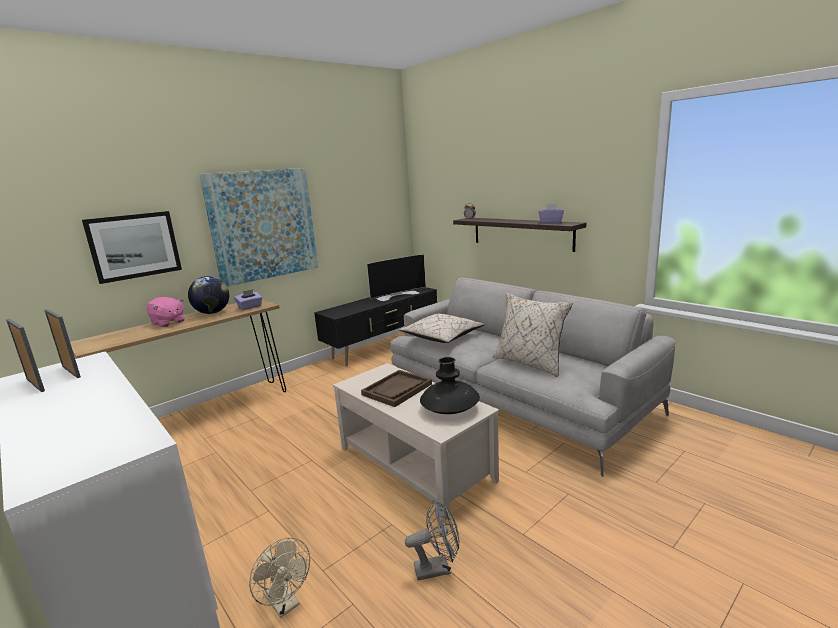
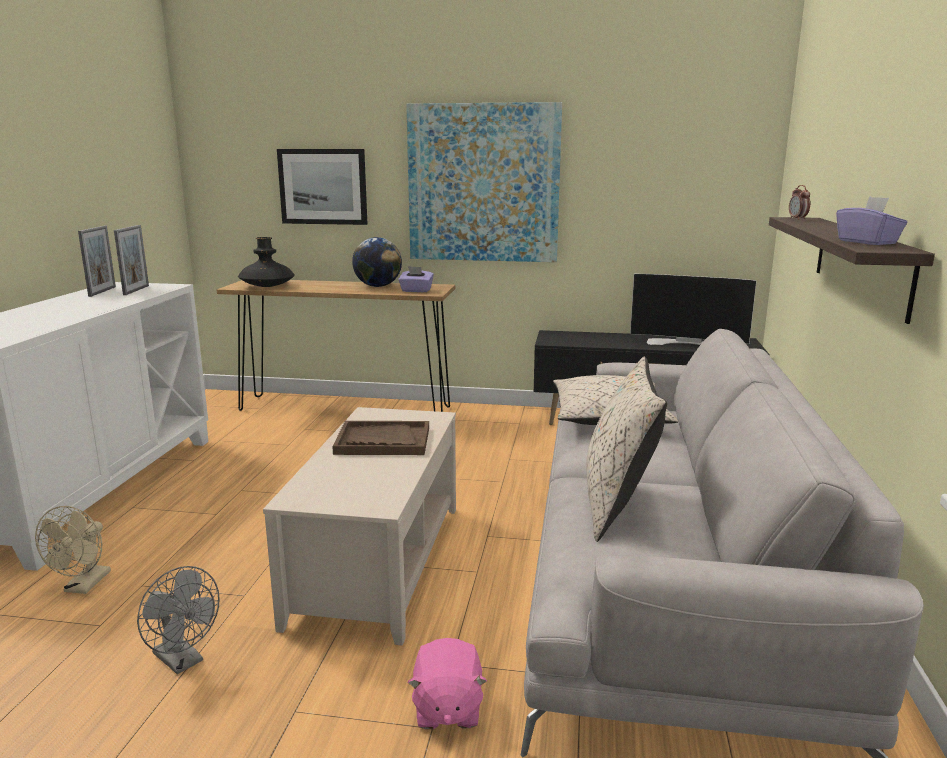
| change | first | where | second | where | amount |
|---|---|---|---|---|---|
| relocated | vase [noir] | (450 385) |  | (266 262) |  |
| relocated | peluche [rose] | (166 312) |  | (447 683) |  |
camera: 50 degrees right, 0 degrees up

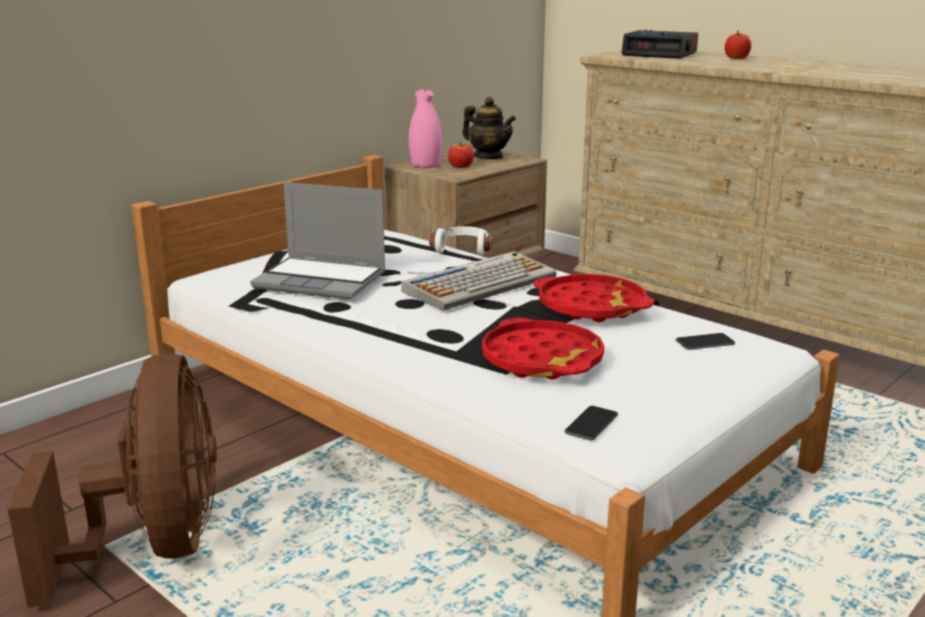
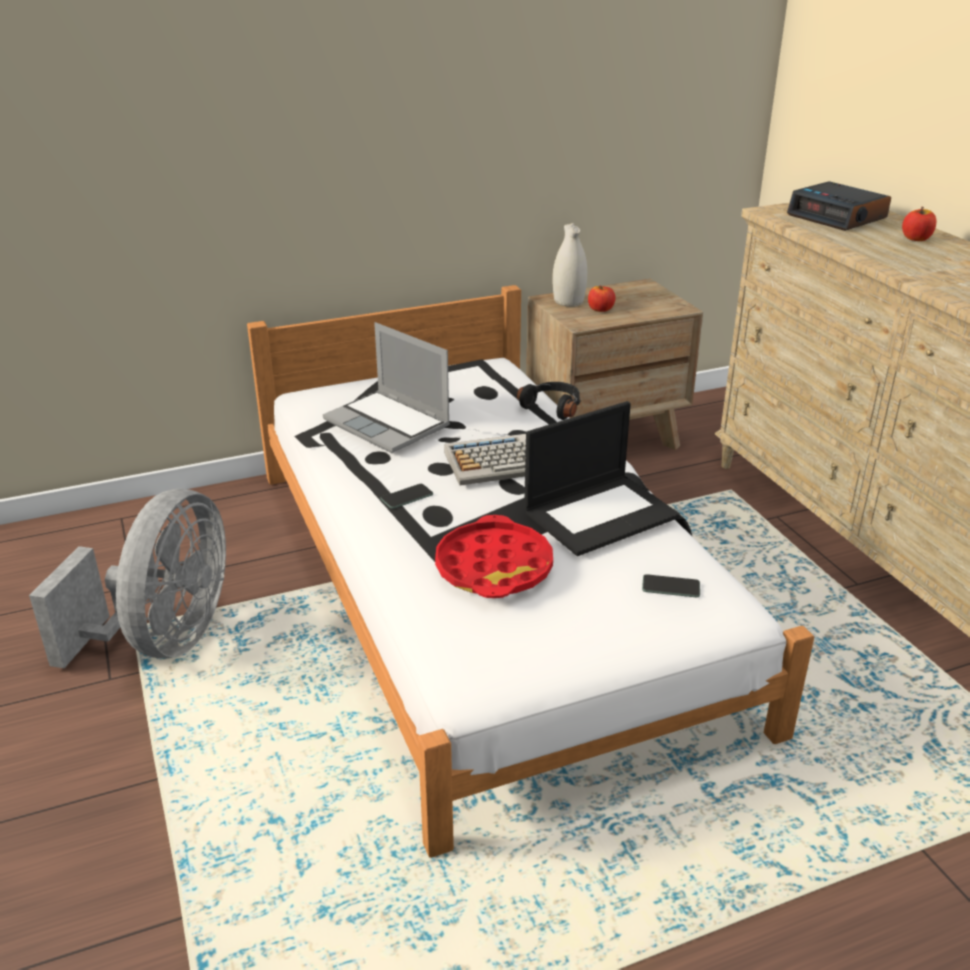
| change | first | where | second | where | amount |
|---|---|---|---|---|---|
| colour | ventilateur [marron] | (112 480) | ventilateur [gris] | (127 578) |  |
| relocated | téléphone | (591 423) |  | (406 496) |  |
| colour | casque audio [blanc] | (460 240) | casque audio [noir] | (549 401) |  |
| exchanged | plateau [rouge] | (594 298) | ordinateur portable | (602 478) |  |
| colour | vase [rose] | (425 128) | vase [blanc] | (569 265) |  |
| missing | théière | (489 128) |  |  |  |
camera: 25 degrees right, 10 degrees up

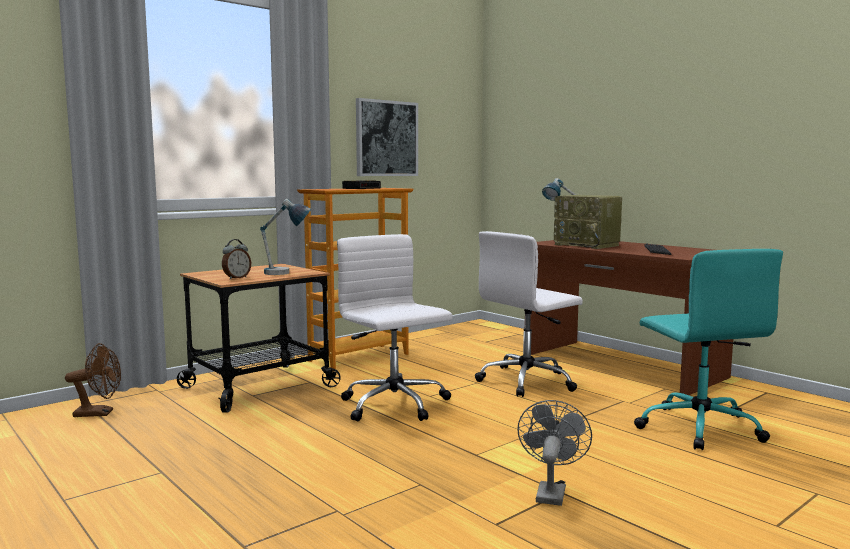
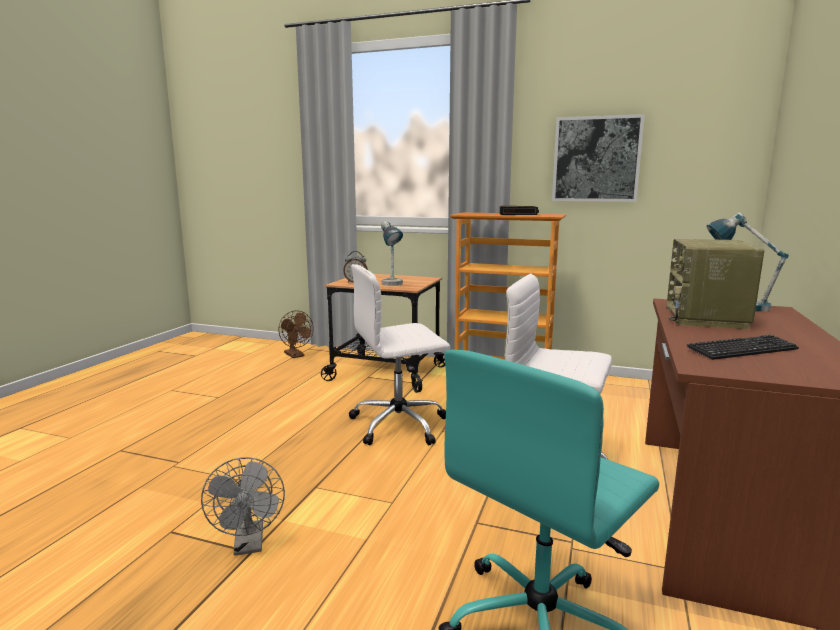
| change | first | where | second | where | amount |
|---|---|---|---|---|---|
| spun | ventilateur [gris] | (554 453) |  | (243 506) | 90 degrees clockwise |
| spun | chaise de bureau [blanc] | (395 327) |  | (399 355) | 135 degrees counterclockwise |
camera: 60 degrees right, 5 degrees up

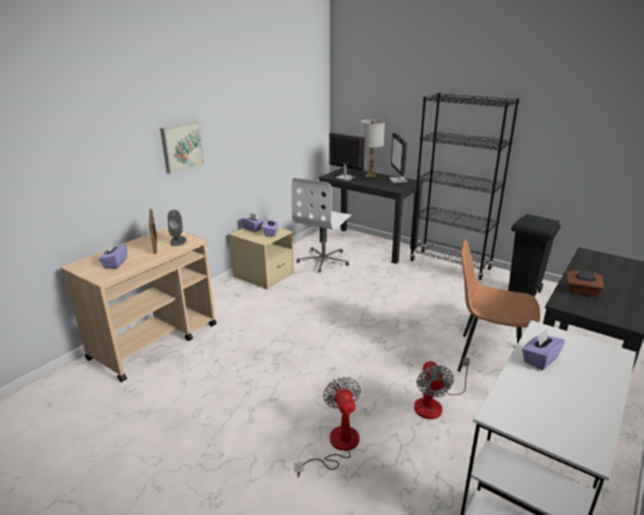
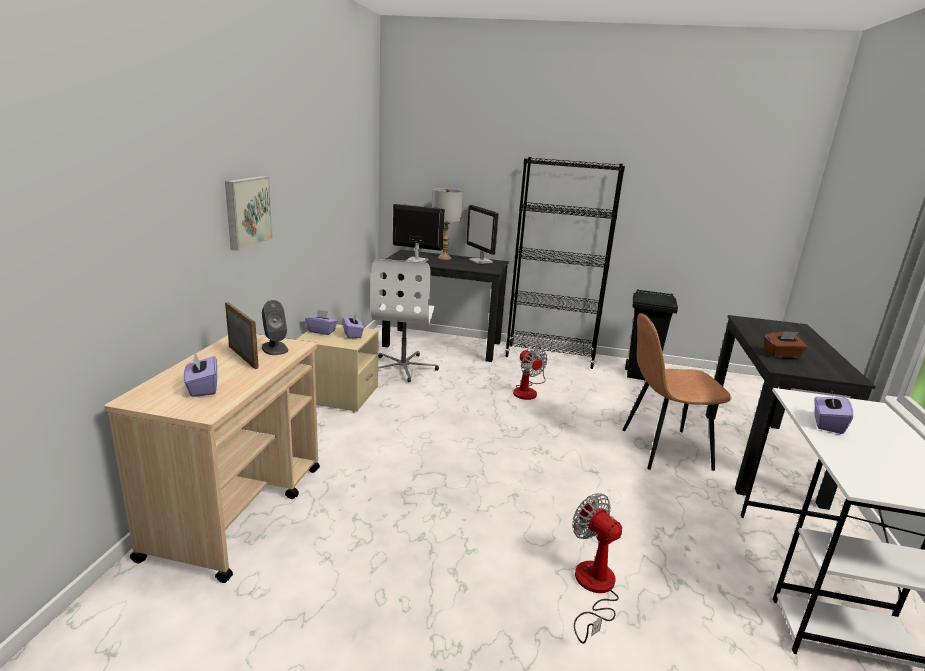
| change | first | where | second | where | amount |
|---|---|---|---|---|---|
| relocated | ventilateur | (442 388) |  | (530 374) |  |
camera: 25 degrees left, 5 degrees down

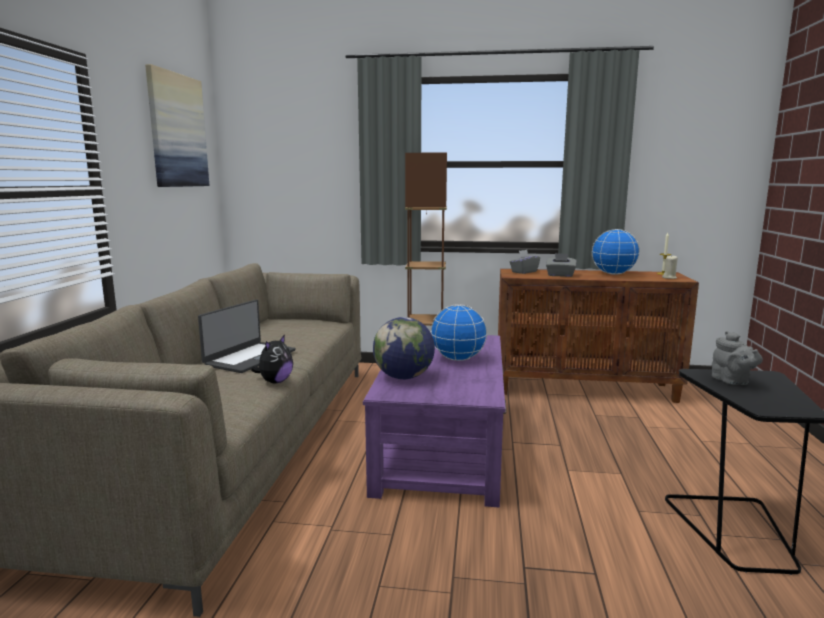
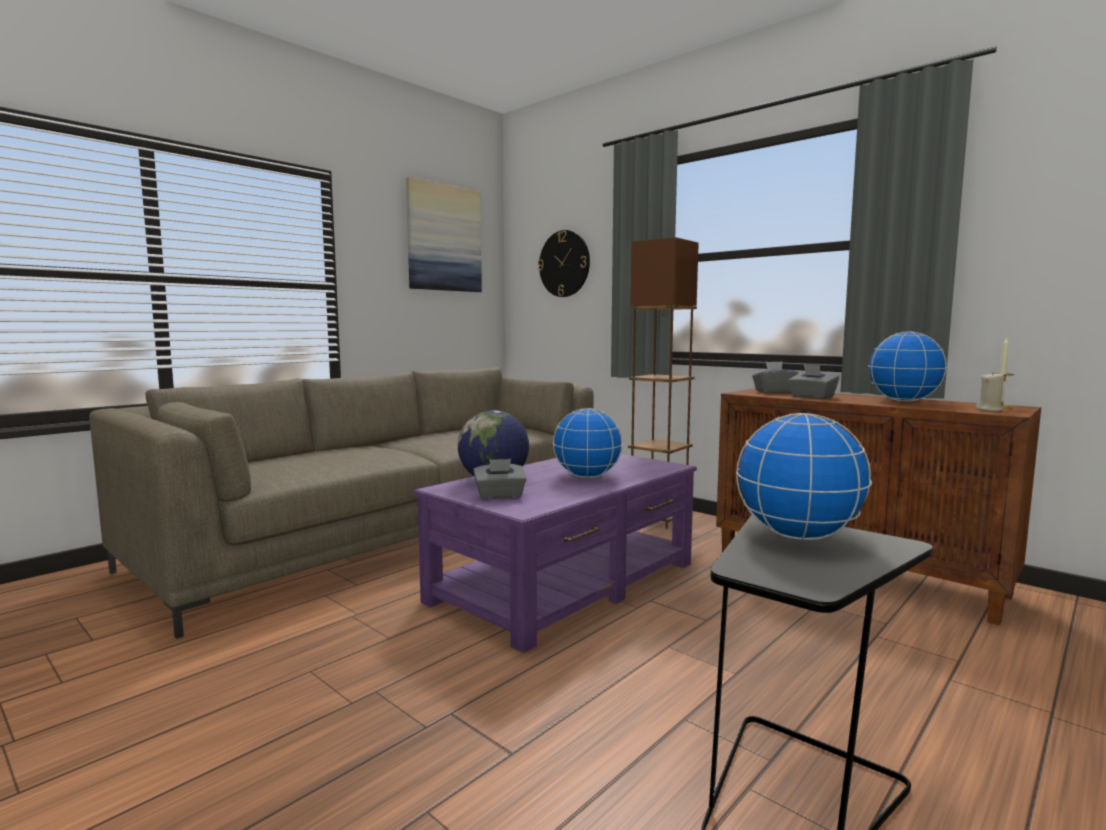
| change | first | where | second | where | amount |
|---|---|---|---|---|---|
| appeared |  |  | boîte à mouchoirs [gris] | (500 479) |  |
| appeared |  |  | horloge murale | (564 263) |  |
| exchanged | théière [gris] | (737 358) | globe | (804 476) |  |
| missing | ordinateur portable | (247 336) |  |  |  |
| missing | peluche | (272 359) |  |  |  |
camera: 35 degrees right, 5 degrees down

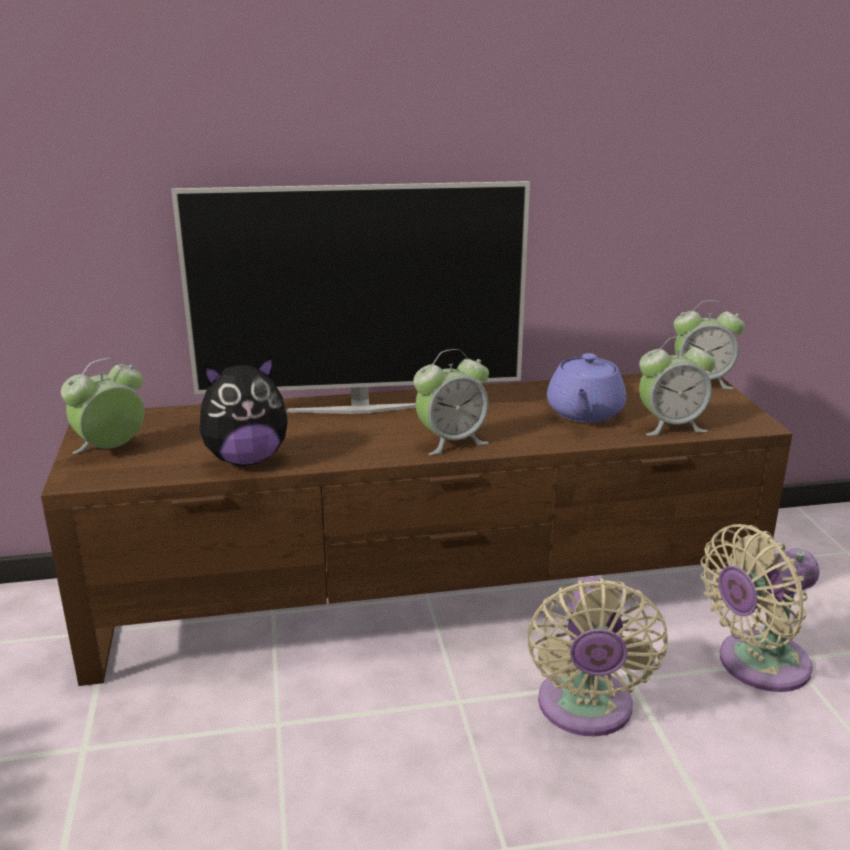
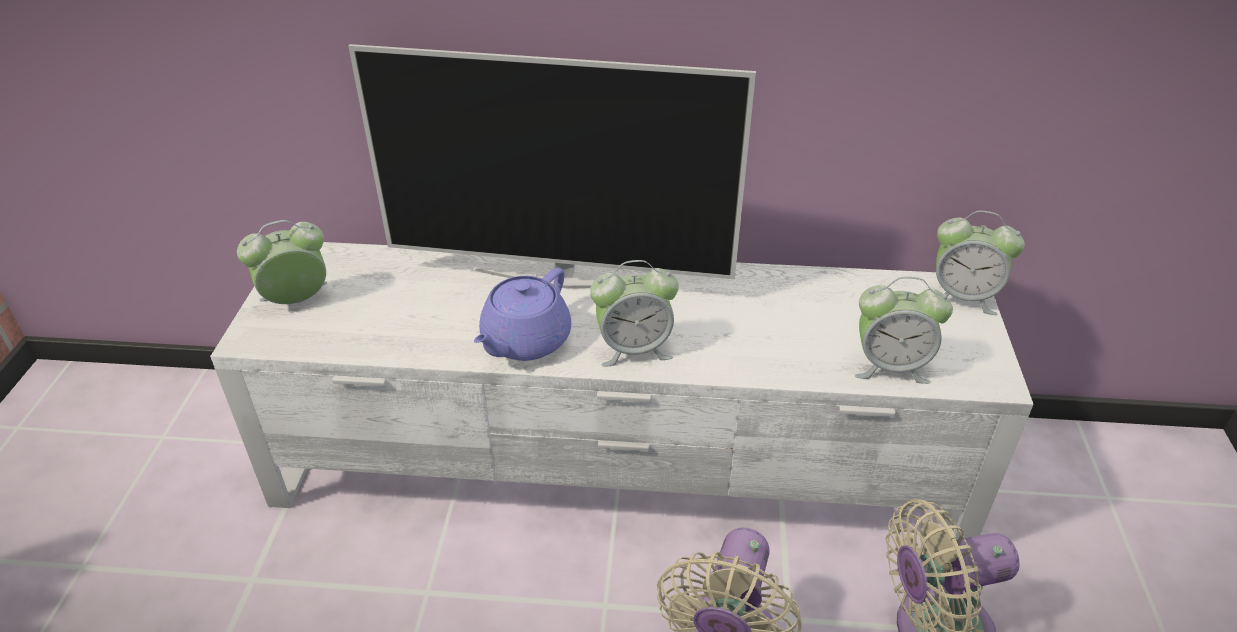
| change | first | where | second | where | amount |
|---|---|---|---|---|---|
| colour | meuble télé [marron] | (416 530) | meuble télé [blanc] | (622 391) |  |
| relocated | théière [violet] | (586 388) |  | (522 314) |  |
| missing | peluche | (244 411) |  |  |  |
camera: 15 degrees right, 15 degrees up

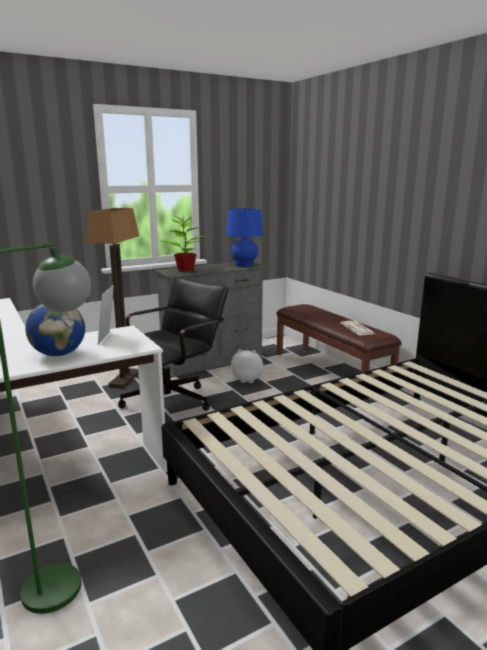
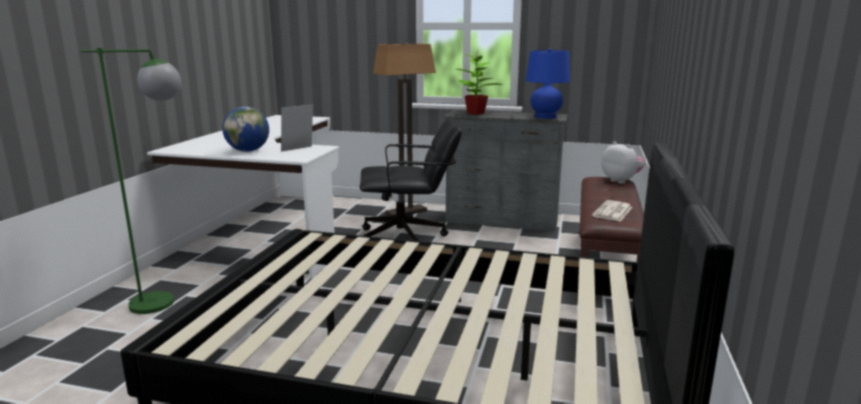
| change | first | where | second | where | amount |
|---|---|---|---|---|---|
| relocated | peluche | (247 366) |  | (623 162) |  |
camera: 45 degrees right, 0 degrees up

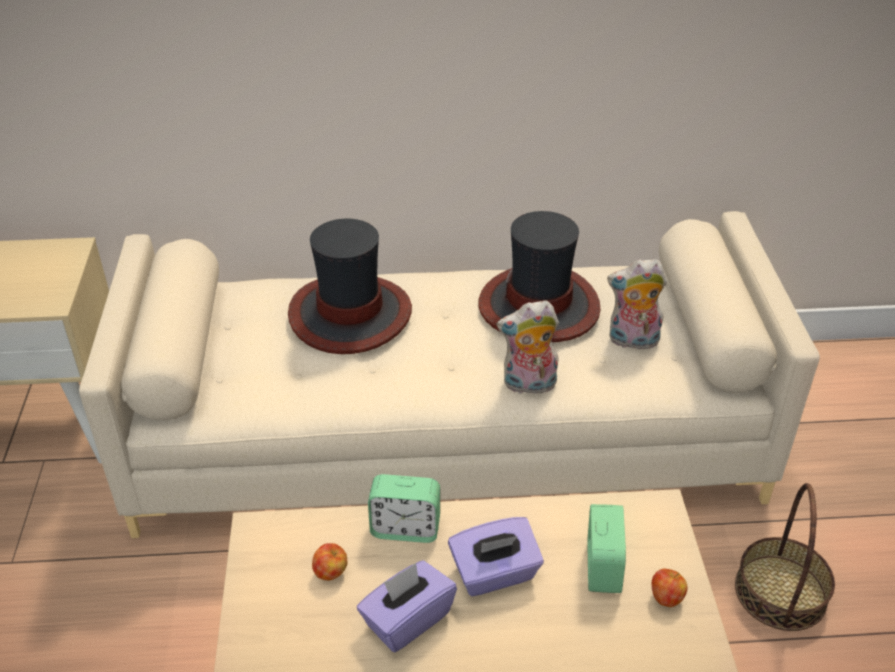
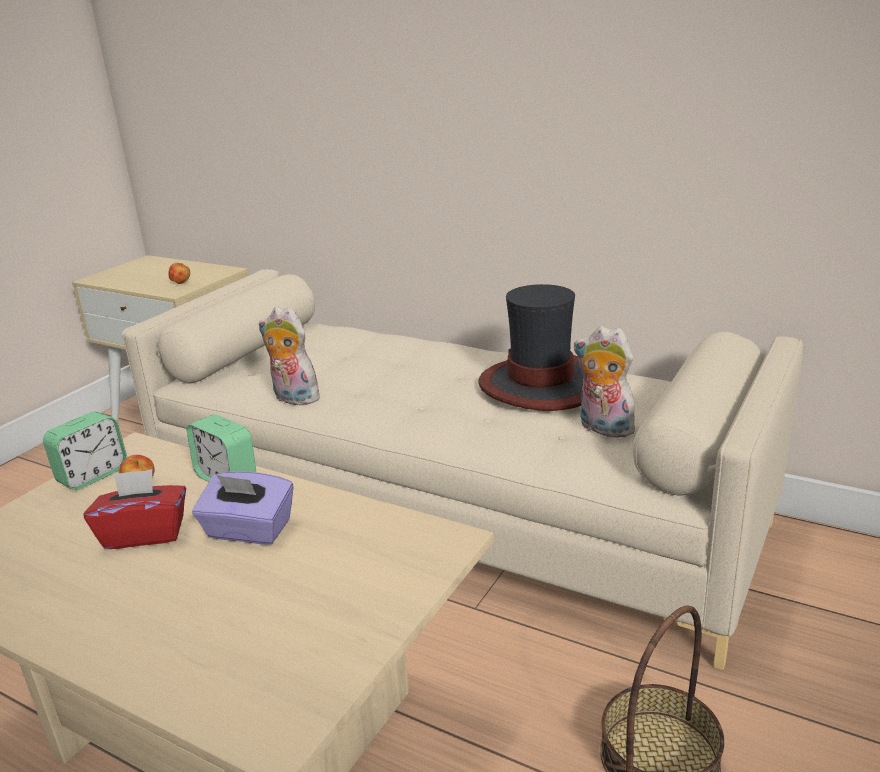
| change | first | where | second | where | amount |
|---|---|---|---|---|---|
| relocated | réveil | (606 548) |  | (85 450) |  |
| colour | boîte à mouchoirs [violet] | (407 606) | boîte à mouchoirs [rouge] | (134 509) |  |
| relocated | pomme | (670 588) |  | (179 273) |  |
| relocated | peluche | (528 347) |  | (289 355) |  |
| missing | chapeau | (350 286) |  |  |  |
camera: 35 degrees right, 15 degrees down

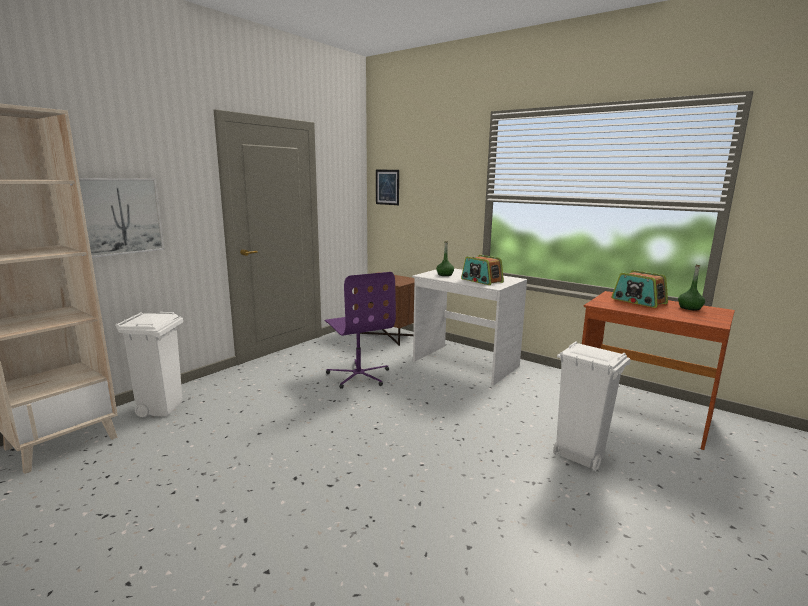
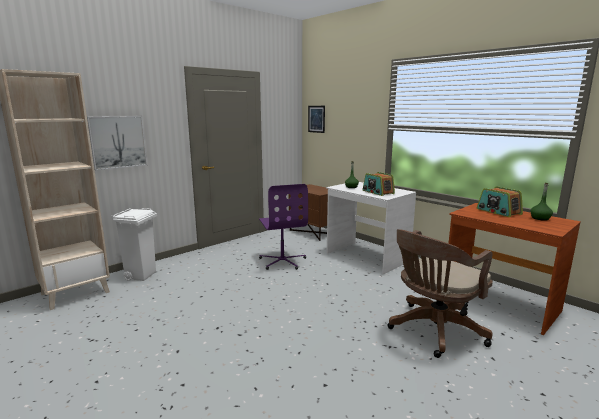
| change | first | where | second | where | amount |
|---|---|---|---|---|---|
| exchanged | poubelle [blanc] | (591 406) | chaise de bureau [marron] | (440 293) |  |
camera: 10 degrees right, 0 degrees up

